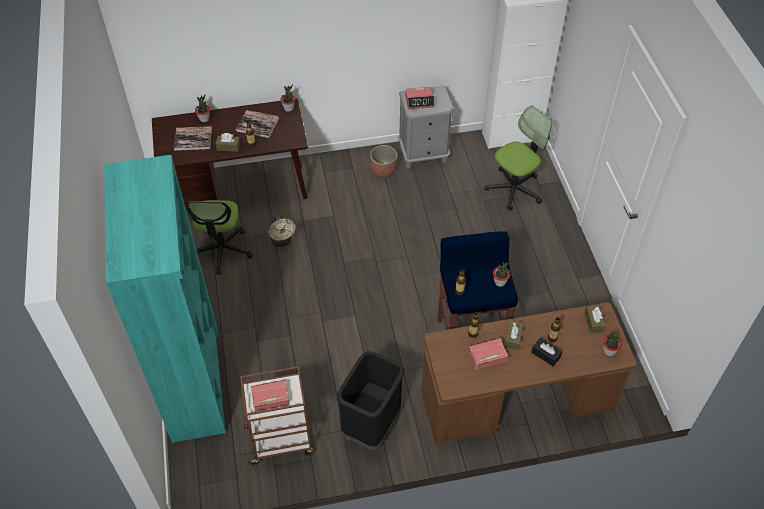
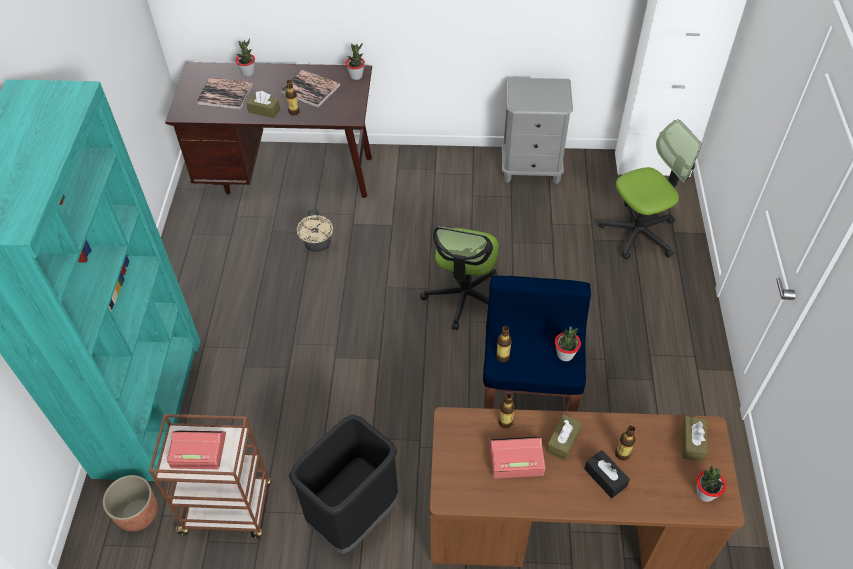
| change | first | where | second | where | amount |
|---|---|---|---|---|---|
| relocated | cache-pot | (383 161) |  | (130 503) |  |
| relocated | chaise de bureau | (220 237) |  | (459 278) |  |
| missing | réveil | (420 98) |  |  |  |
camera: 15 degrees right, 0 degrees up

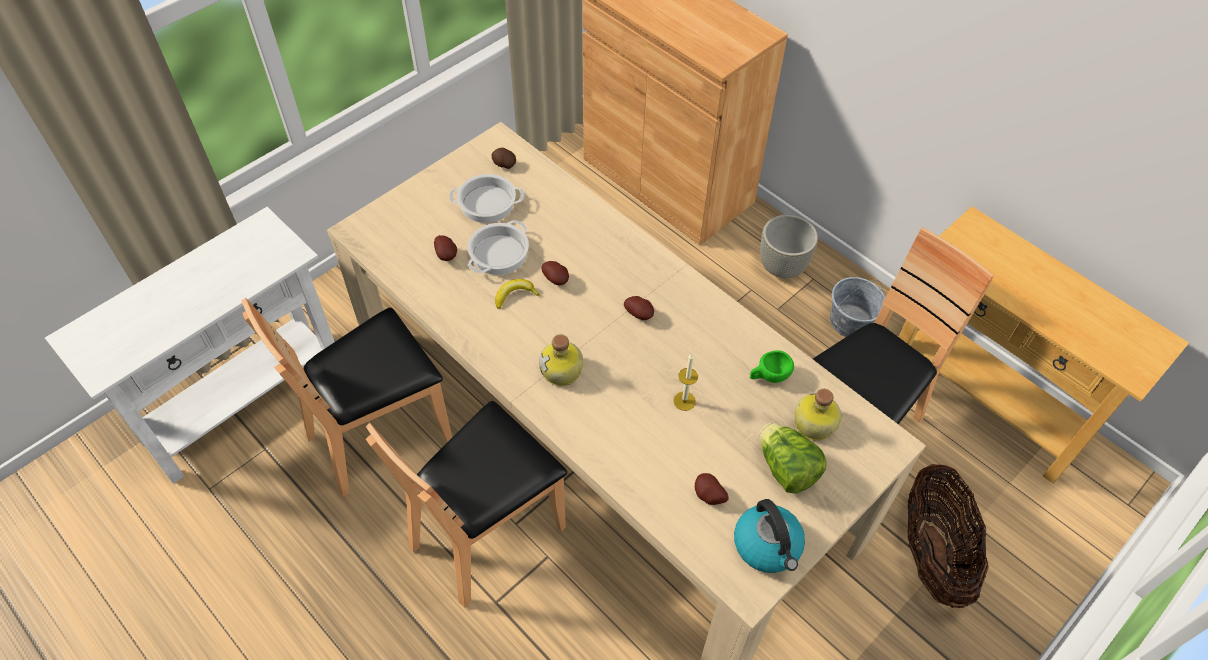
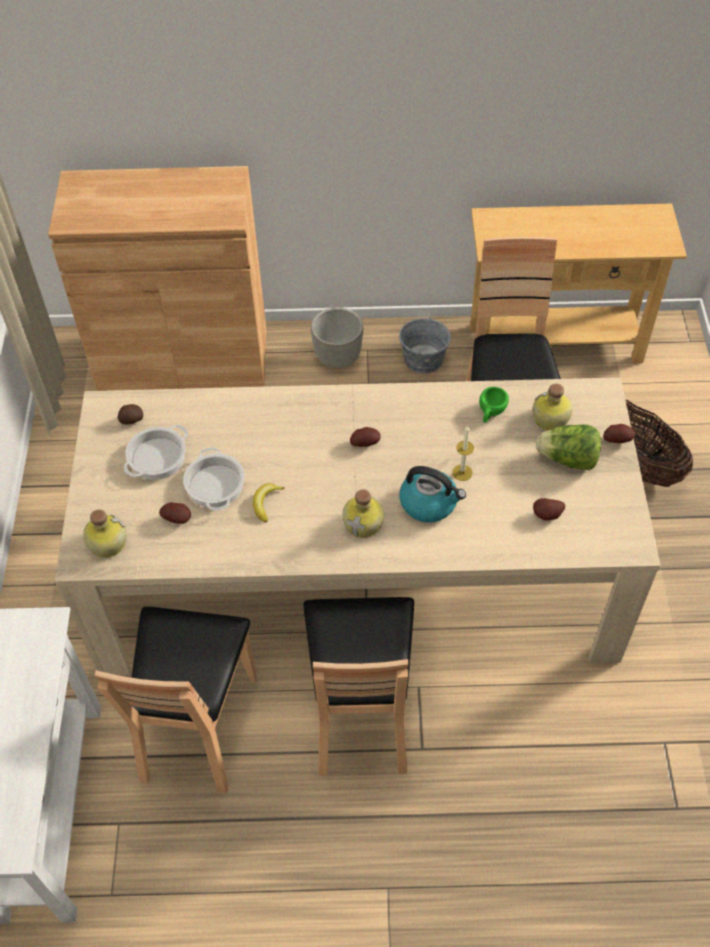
| change | first | where | second | where | amount |
|---|---|---|---|---|---|
| appeared |  |  | bouteille | (104 533) |  |
| relocated | bouilloire | (769 536) |  | (432 494) |  |
| relocated | pomme de terre | (555 273) |  | (619 433) |  |
camera: 45 degrees left, 0 degrees up

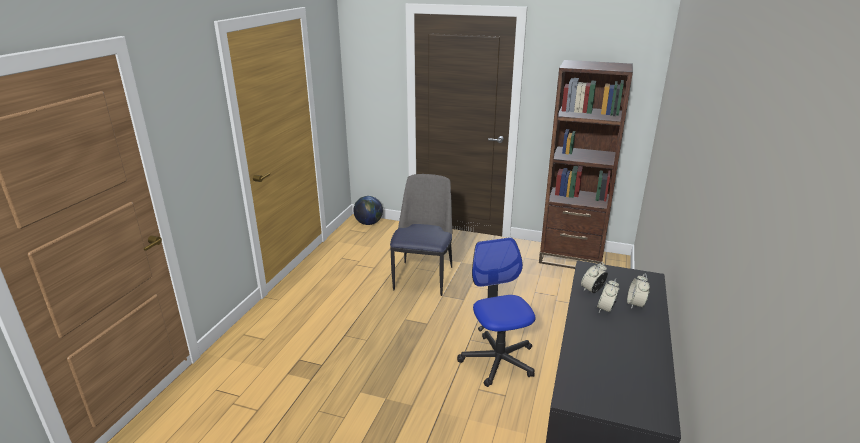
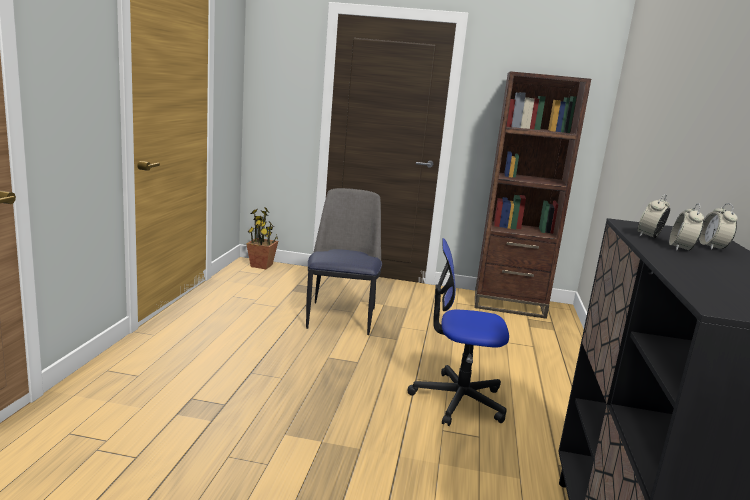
| change | first | where | second | where | amount |
|---|---|---|---|---|---|
| exchanged | globe | (368 210) | plante en pot | (262 238) |  |
| spun | chaise de bureau | (496 312) |  | (458 332) | 60 degrees counterclockwise |
camera: 10 degrees left, 10 degrees down

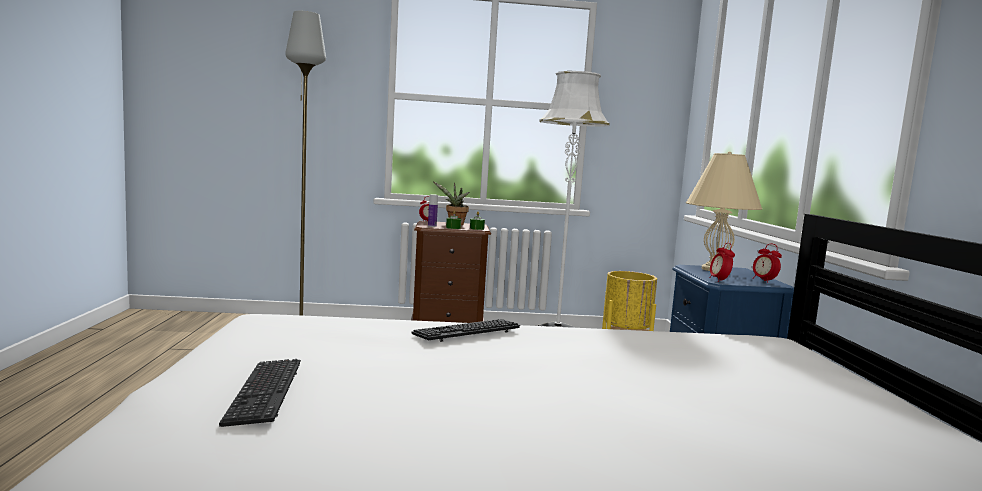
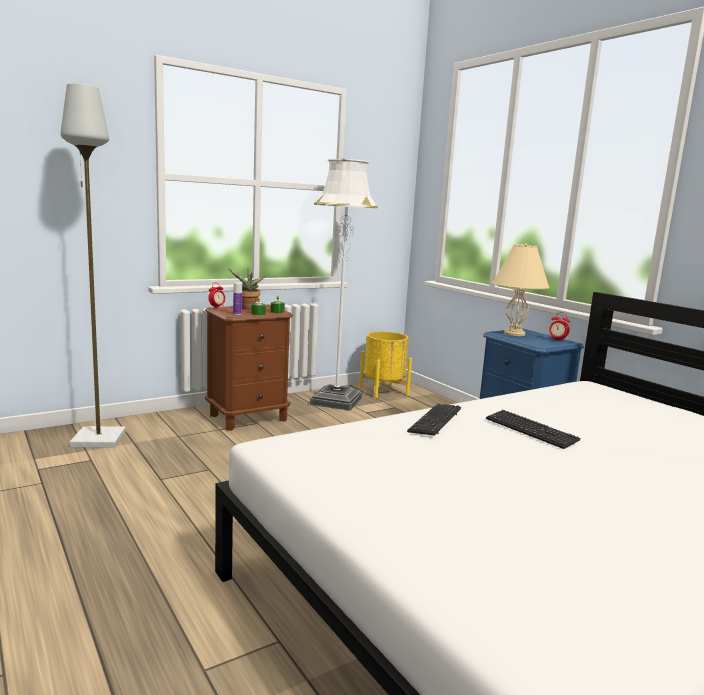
| change | first | where | second | where | amount |
|---|---|---|---|---|---|
| relocated | clavier | (260 393) |  | (533 429) |  |
| missing | réveil | (722 262) |  |  |  |
camera: 30 degrees left, 5 degrees up

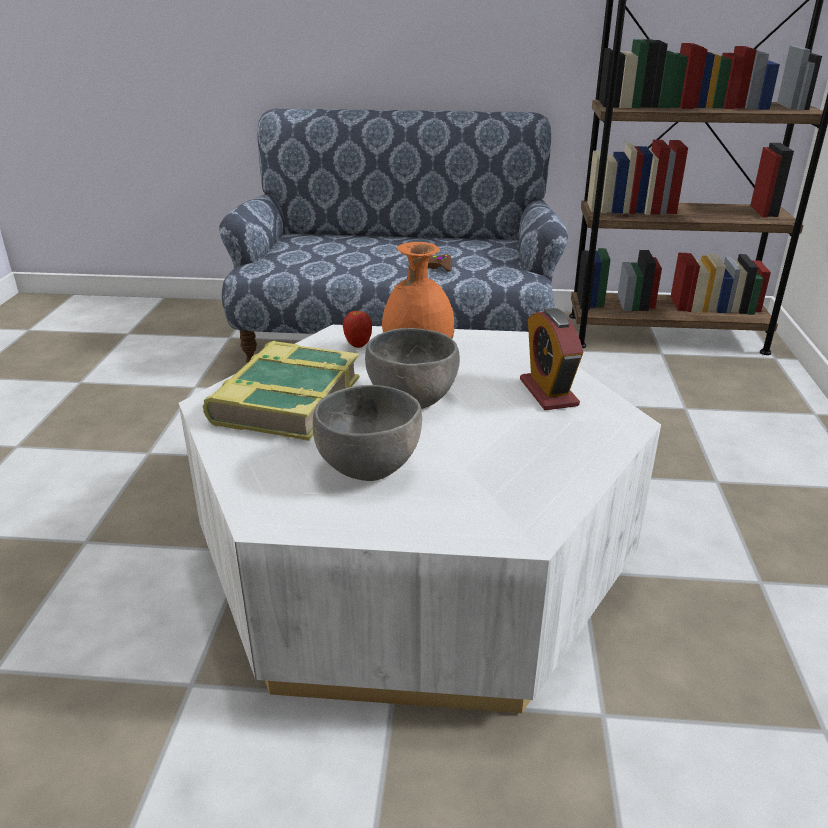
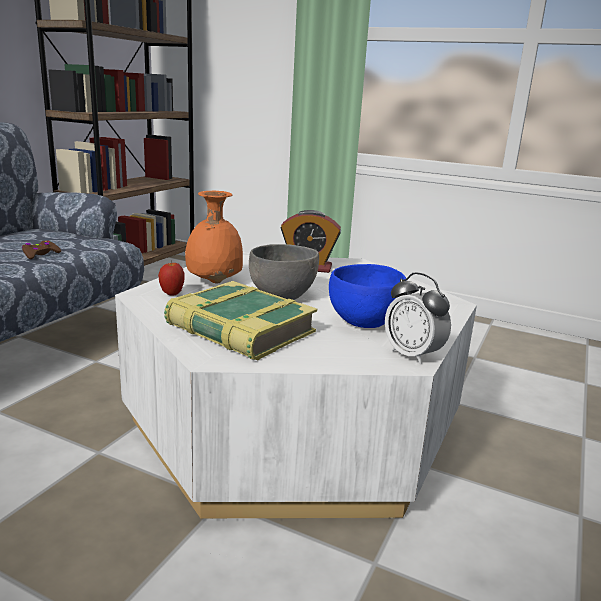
| change | first | where | second | where | amount |
|---|---|---|---|---|---|
| colour | bol [gris] | (367 433) | bol [bleu] | (368 296) |  |
| appeared |  |  | réveil | (418 318) |  |
camera: 70 degrees left, 10 degrees down

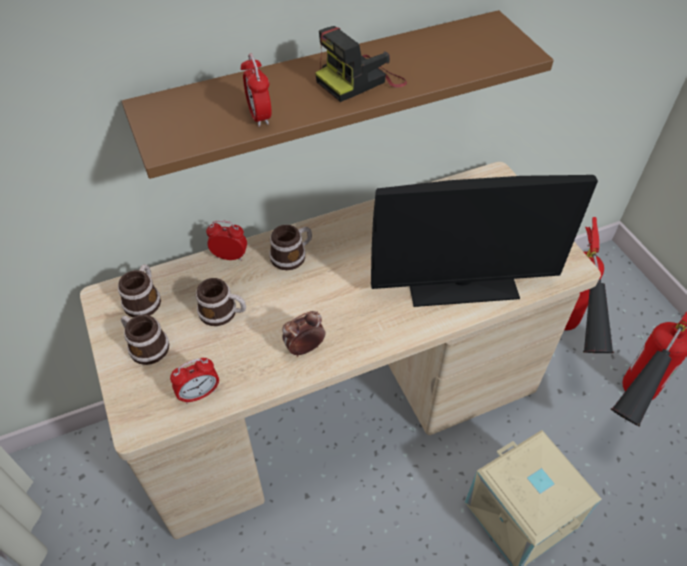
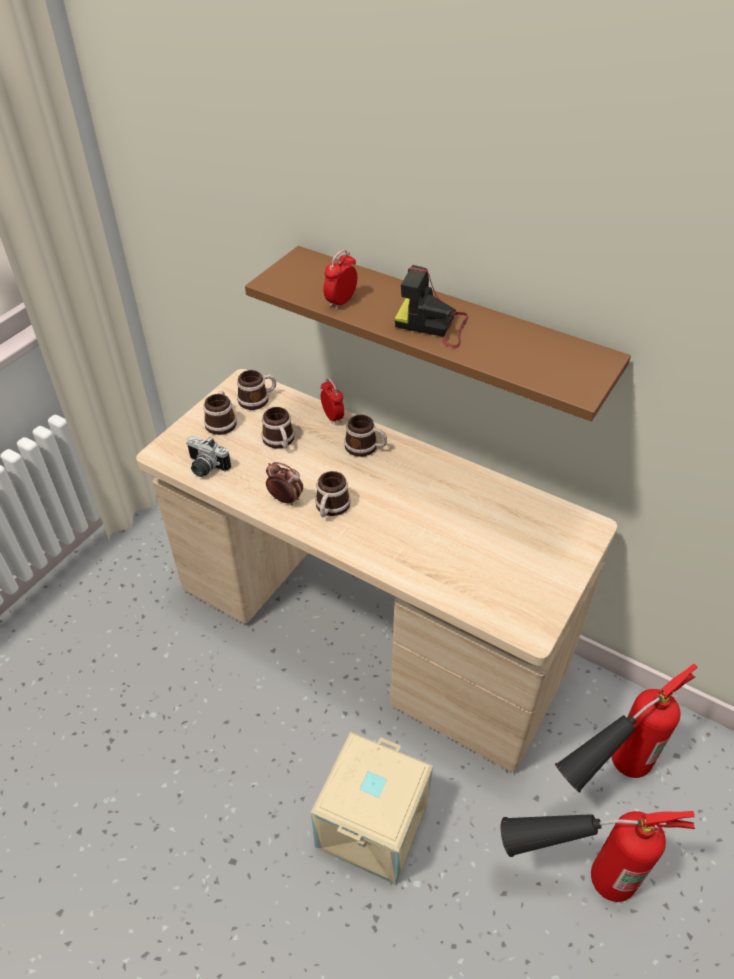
| change | first | where | second | where | amount |
|---|---|---|---|---|---|
| exchanged | réveil | (194 381) | appareil photo | (208 456) |  |
| appeared |  |  | mug | (333 494) |  |
| missing | écran d'ordinateur | (484 241) |  |  |  |
camera: 55 degrees right, 5 degrees down

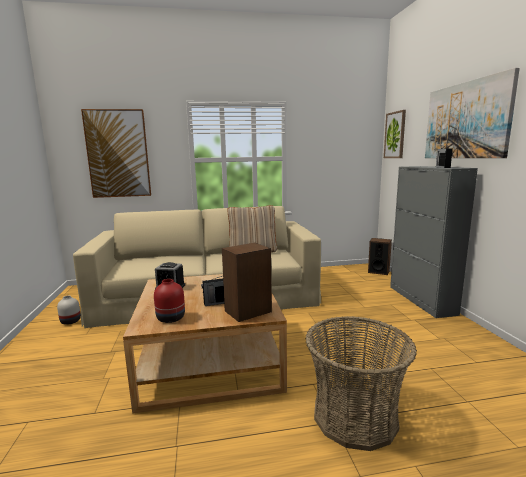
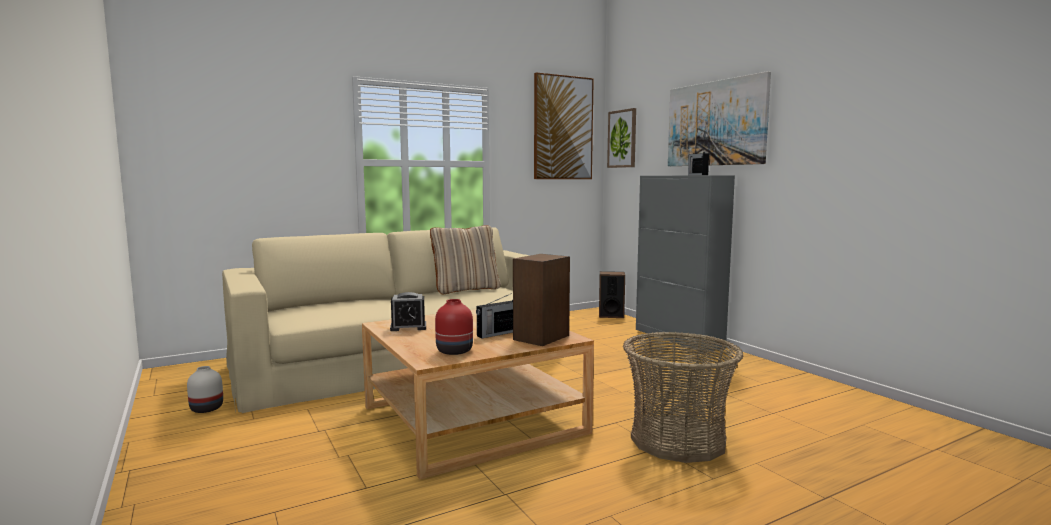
| change | first | where | second | where | amount |
|---|---|---|---|---|---|
| relocated | tableau | (116 153) |  | (564 125) |  |
camera: 20 degrees left, 5 degrees down

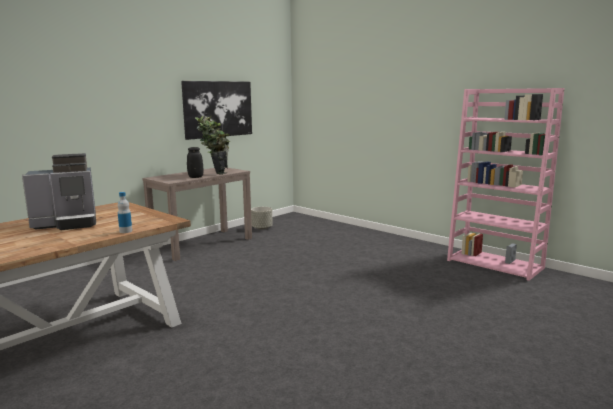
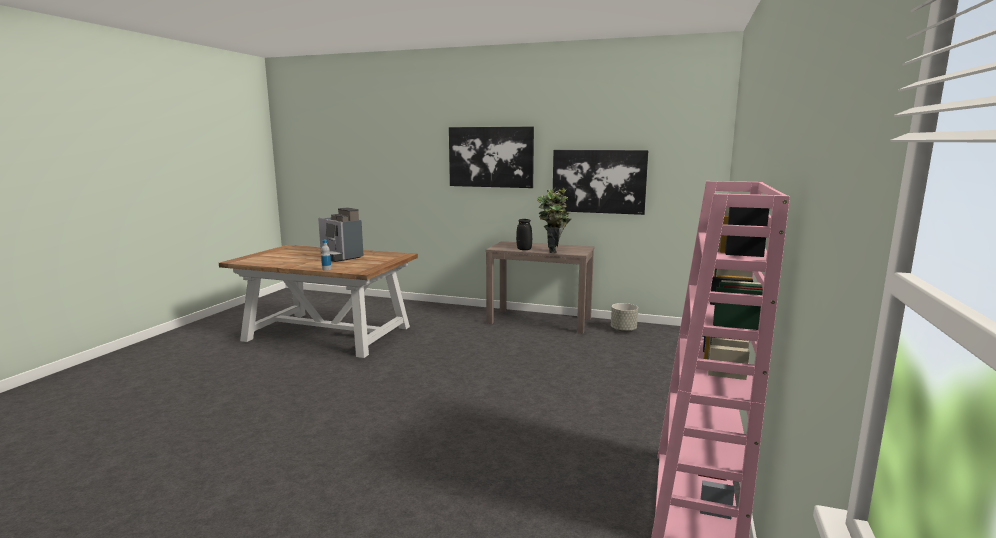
| change | first | where | second | where | amount |
|---|---|---|---|---|---|
| appeared |  |  | tableau | (491 157) |  |
camera: 65 degrees right, 0 degrees up

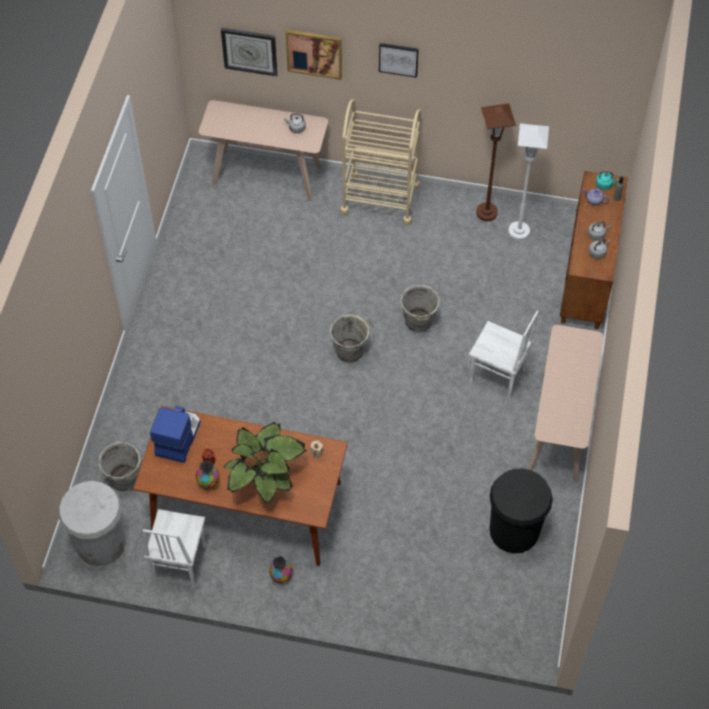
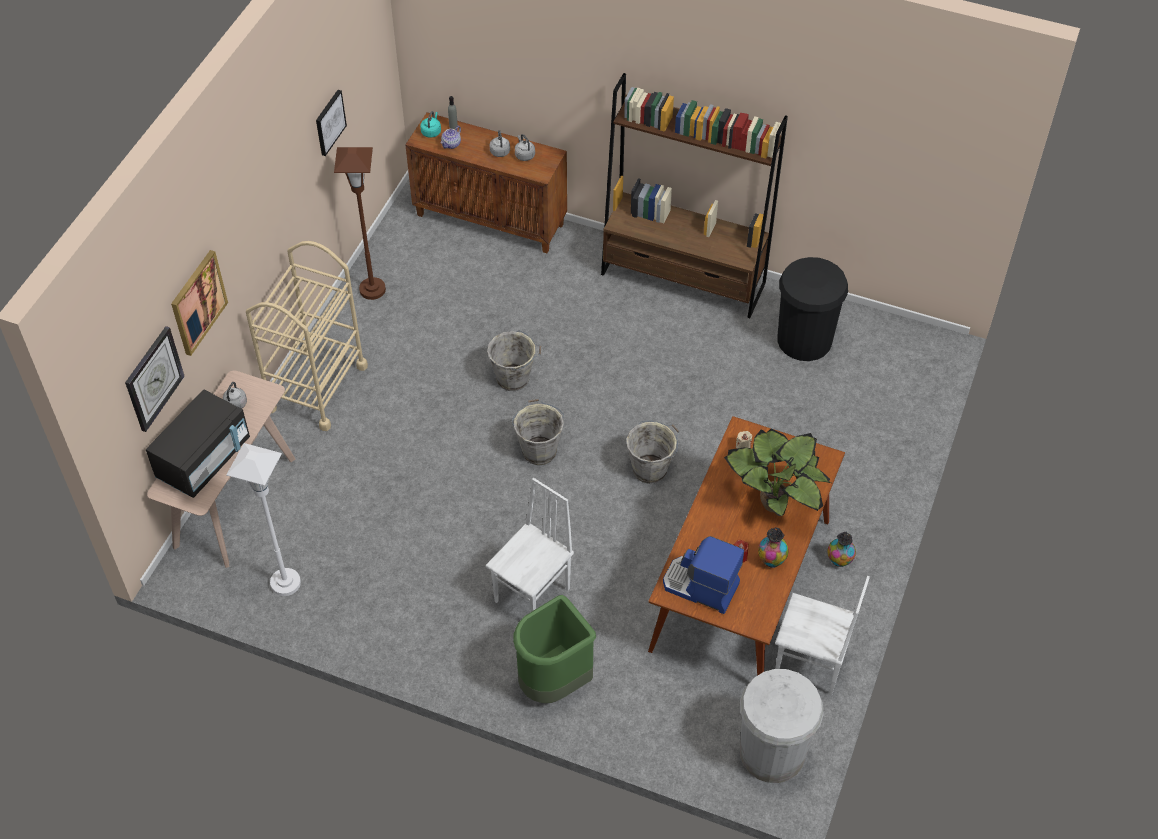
| change | first | where | second | where | amount |
|---|---|---|---|---|---|
| appeared |  |  | micro-ondes [noir] | (198 443) |  |
| relocated | lampadaire [blanc] | (528 182) |  | (263 519) |  |
| relocated | tableau | (399 60) |  | (331 123) |  |
| relocated | chaise [blanc] | (504 355) |  | (530 545) |  |
| appeared |  |  | poubelle [vert] | (554 649) |  |
| exchanged | table console [beige] | (565 403) | bibliothèque [marron] | (694 195) |  |
| relocated | seau [gris] | (120 466) |  | (653 452) |  |
camera: 80 degrees left, 5 degrees down

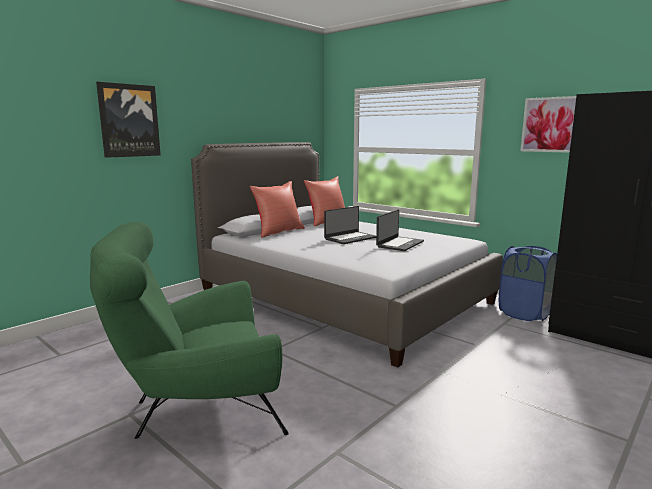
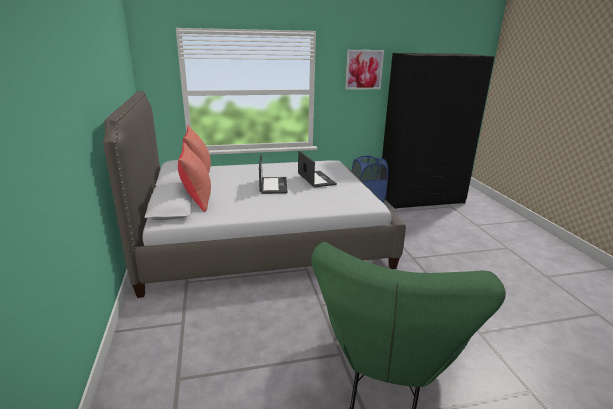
| change | first | where | second | where | amount |
|---|---|---|---|---|---|
| missing | tableau | (128 120) |  |  |  |
camera: 55 degrees left, 10 degrees up

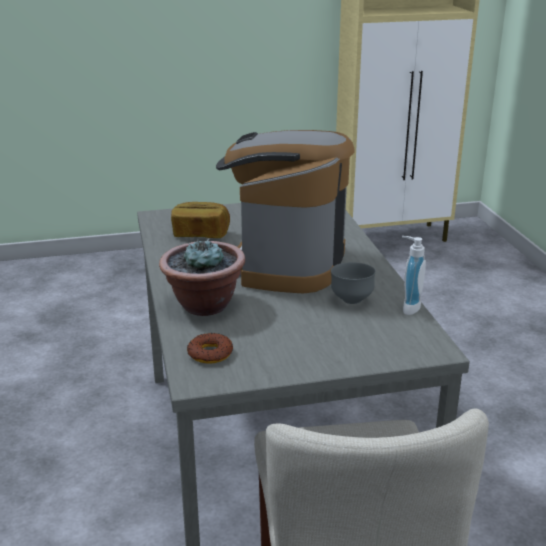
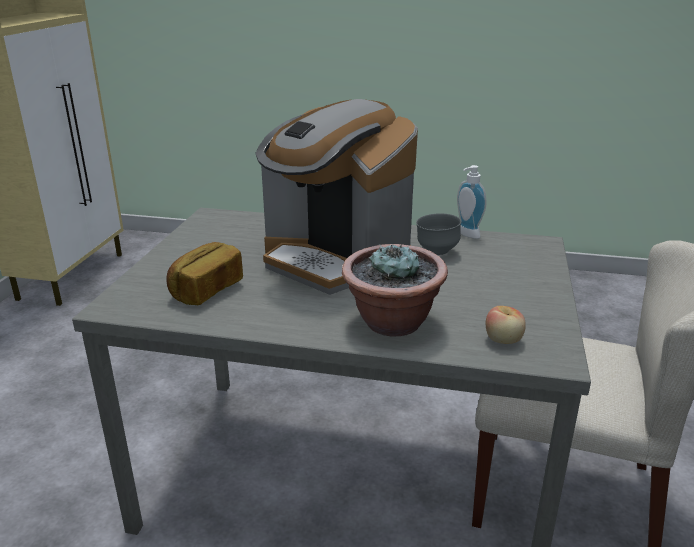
| change | first | where | second | where | amount |
|---|---|---|---|---|---|
| exchanged | beignet | (210 348) | pomme | (506 325) |  |
camera: 65 degrees left, 0 degrees up

